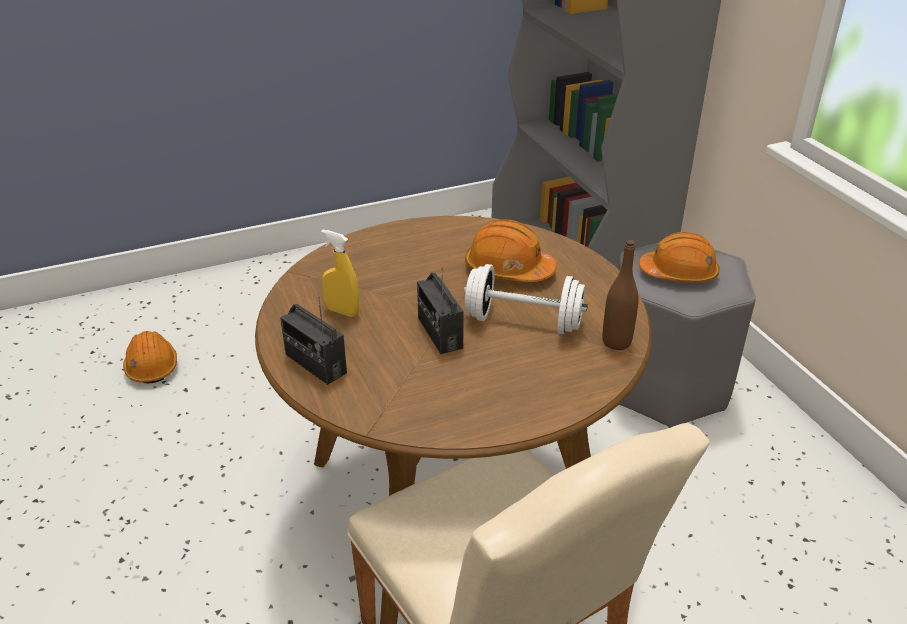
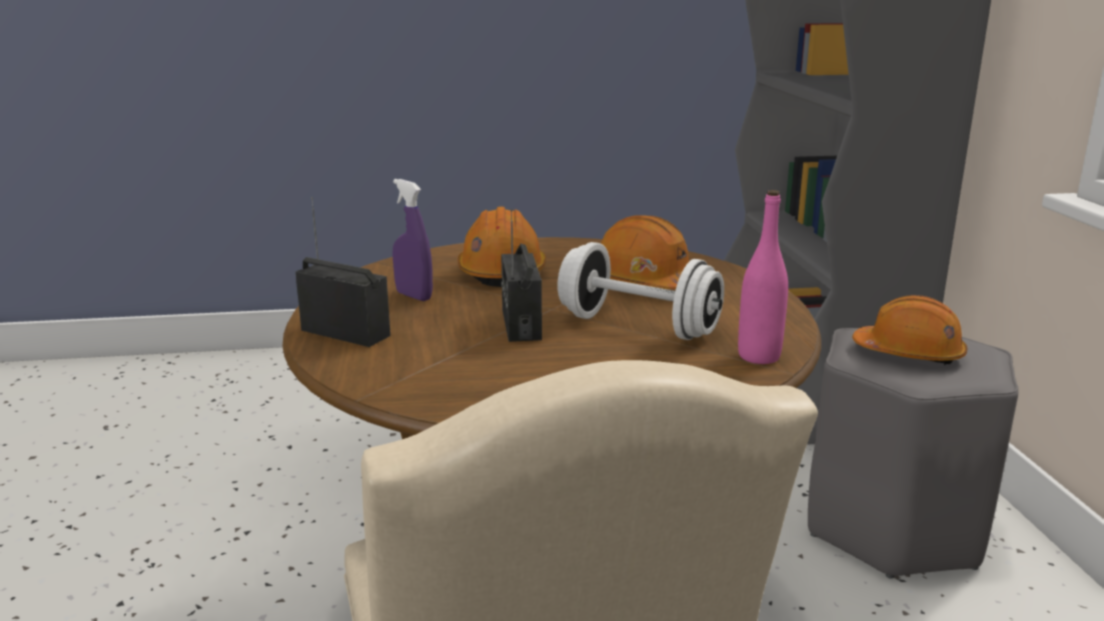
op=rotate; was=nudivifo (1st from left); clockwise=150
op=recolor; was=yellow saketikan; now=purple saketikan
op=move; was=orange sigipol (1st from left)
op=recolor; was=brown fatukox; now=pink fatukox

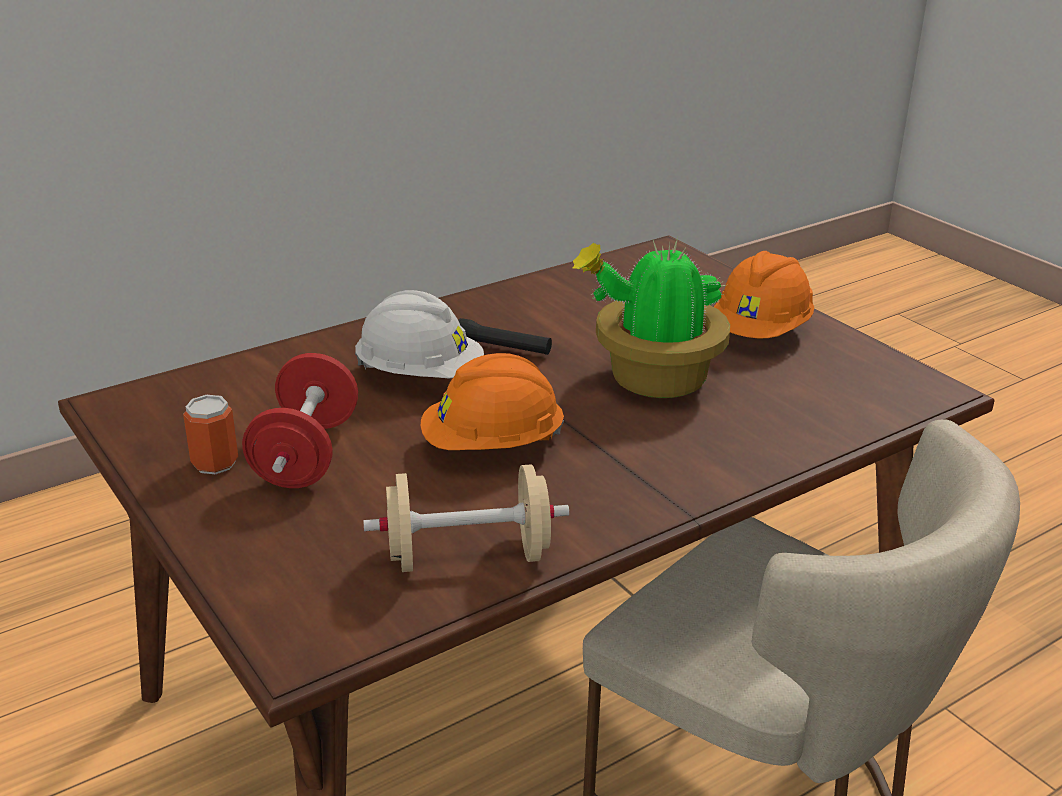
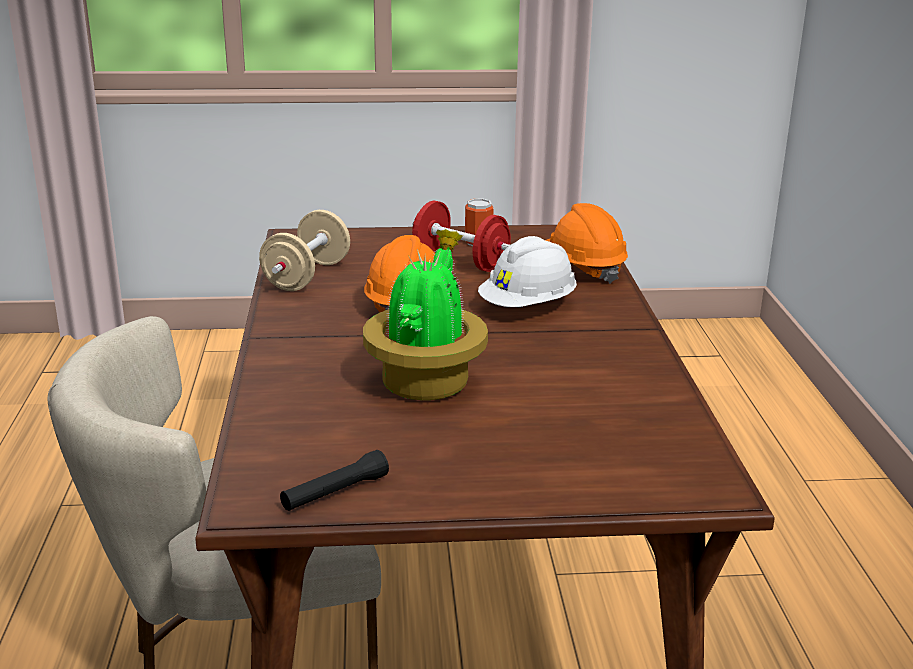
op=move; was=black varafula
op=move; was=orange sigipol (2nd from left)

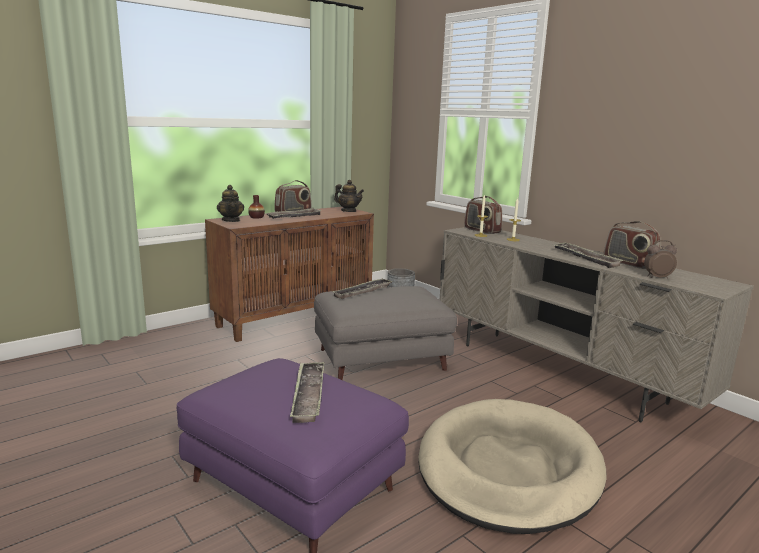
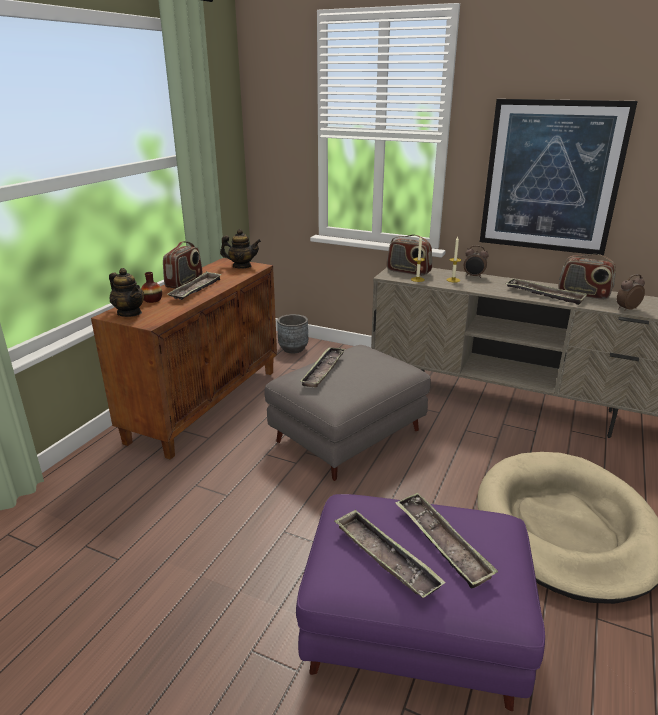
op=insert; now=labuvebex (3rd from left)
op=insert; now=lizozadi (1st from left)
op=insert; now=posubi

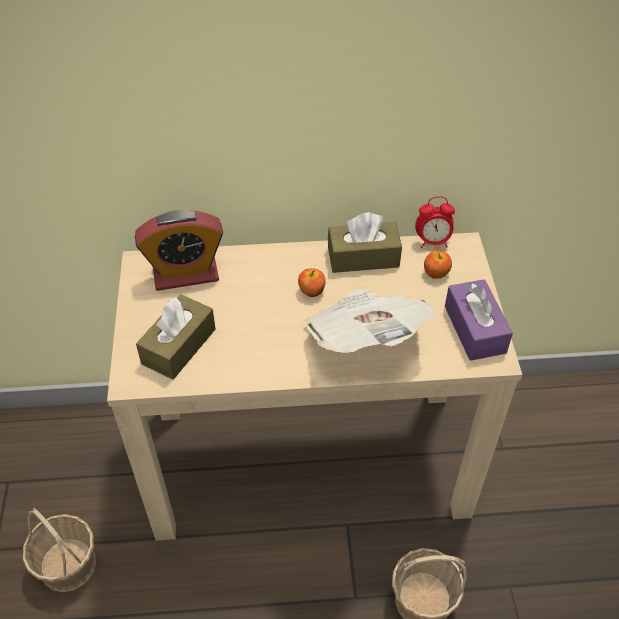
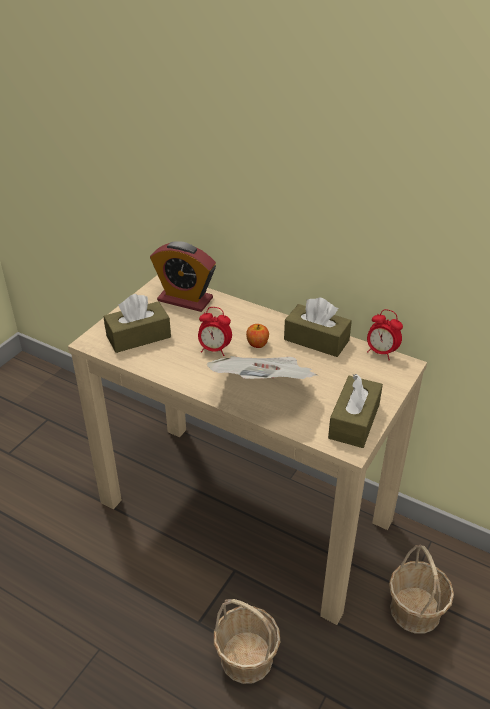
op=insert; now=lizozadi (2nd from left)
op=recolor; was=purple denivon; now=brown denivon (3rd from left)
op=move; was=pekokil (1st from left in the first image); now=pekokil (2nd from left)
op=delete; was=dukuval (2nd from left)

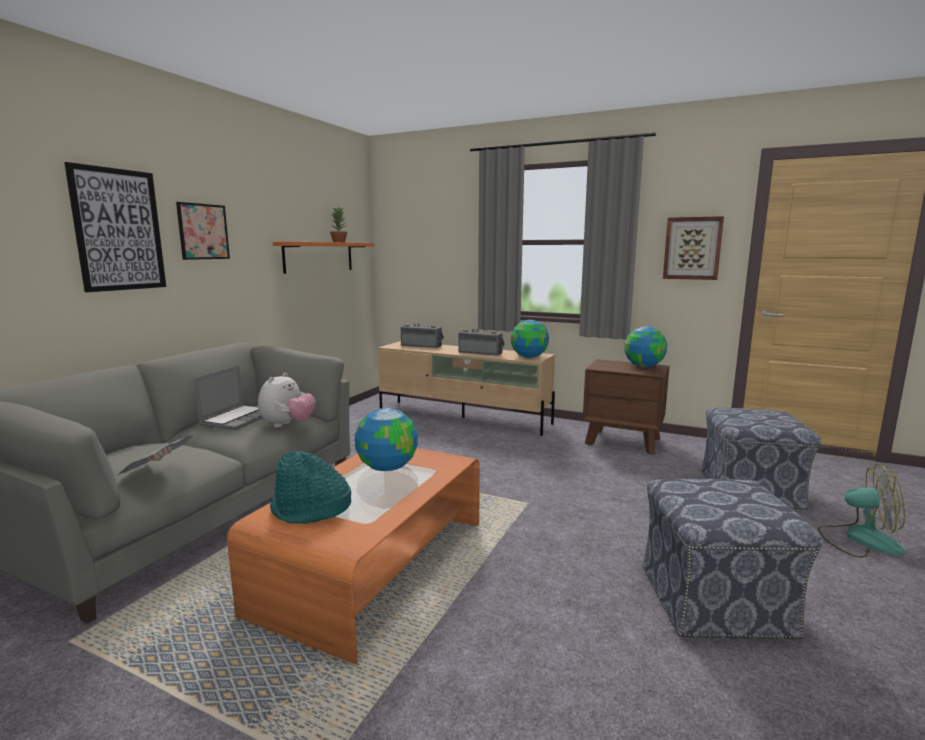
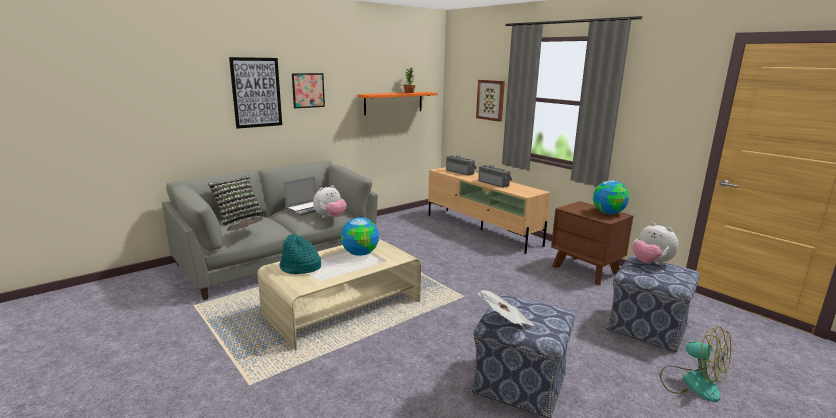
op=insert; now=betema
op=recolor; was=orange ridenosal; now=beige ridenosal
op=move; was=posubi (3rd from left)
op=insert; now=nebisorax (2nd from left)
op=insert; now=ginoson (2nd from left)
op=delete; was=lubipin (2nd from left)

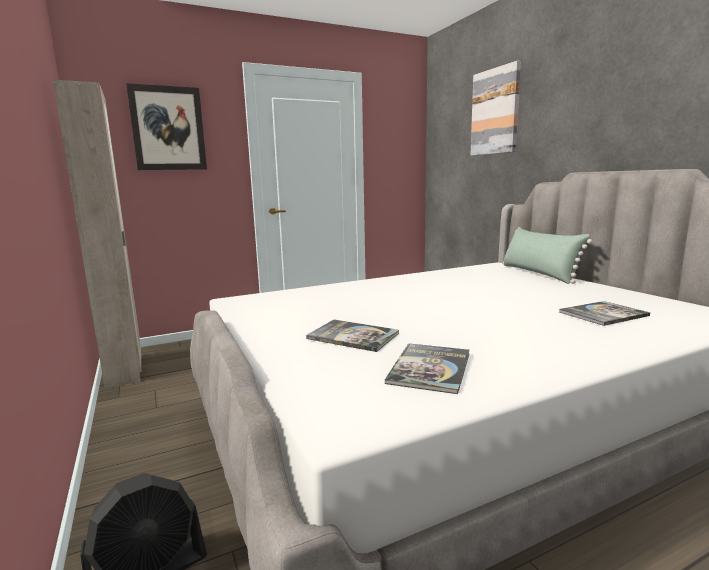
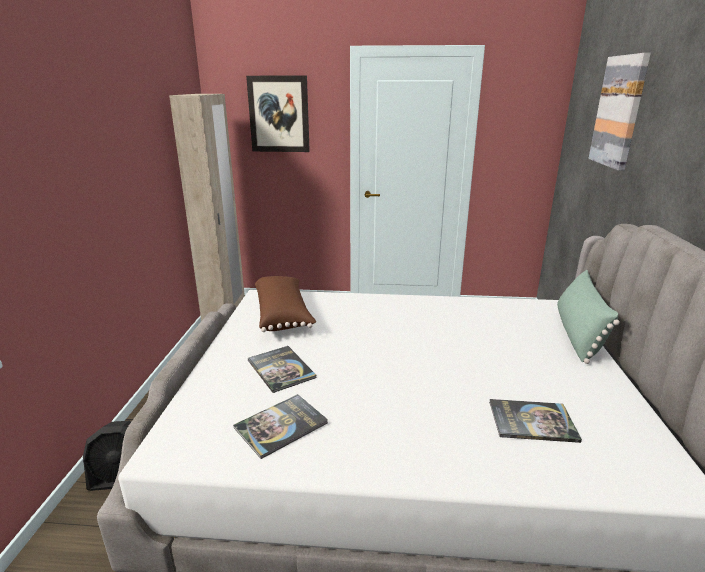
op=insert; now=brown betema

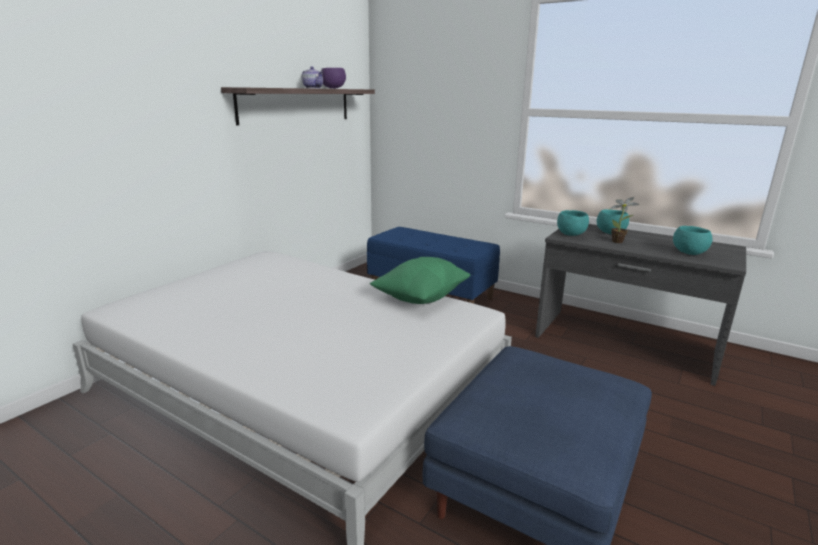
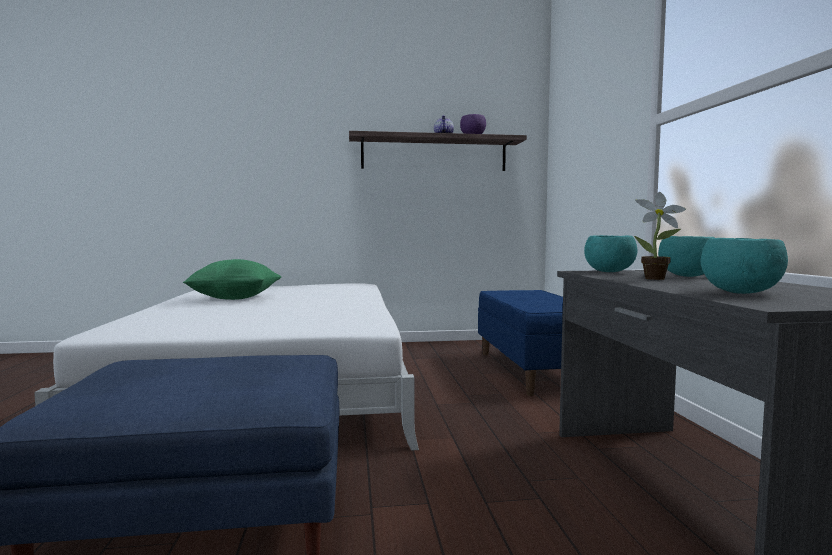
op=move; was=green betema

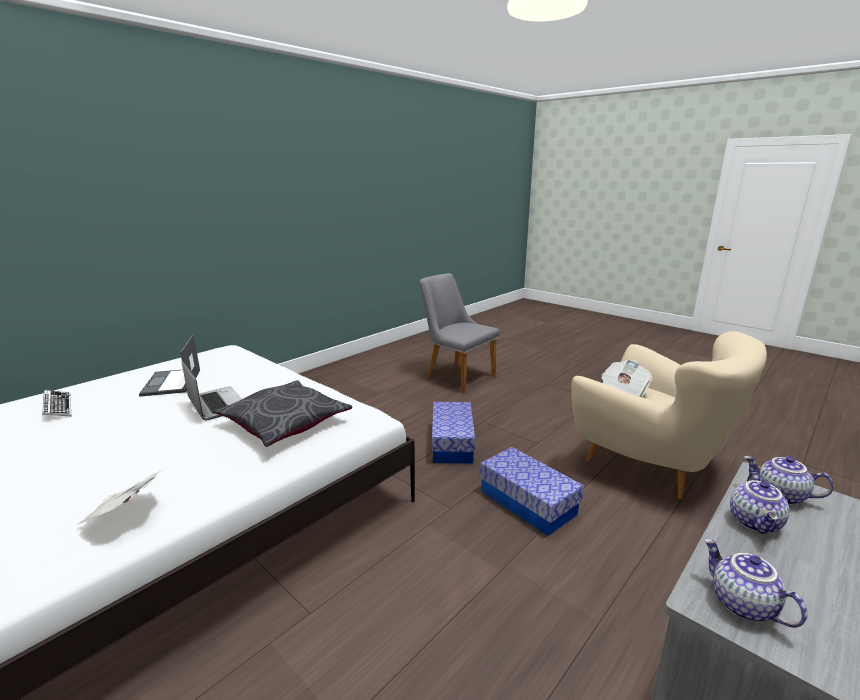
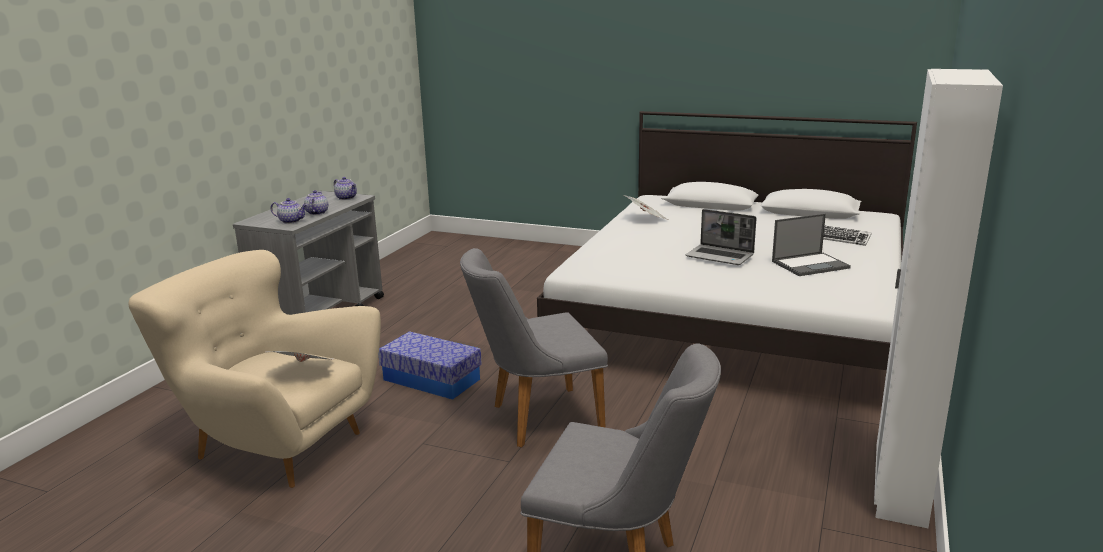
op=replace; was=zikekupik (1st from left); now=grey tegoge (1st from left)
op=rotate; was=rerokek (1st from left in the first image); clockwise=105
op=insert; now=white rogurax
op=delete; was=grey betema

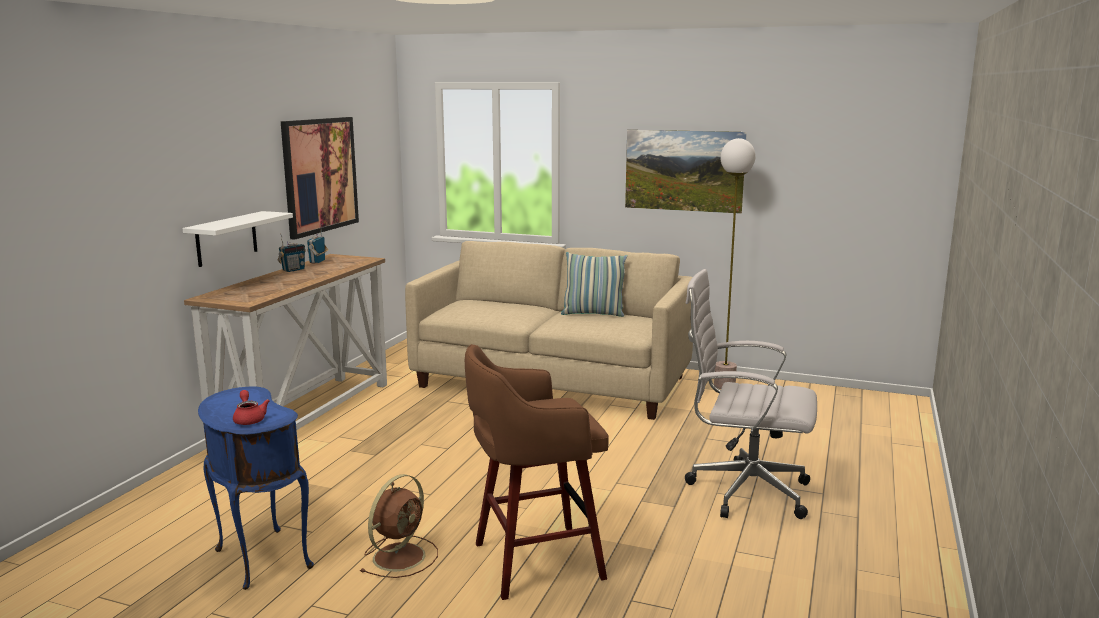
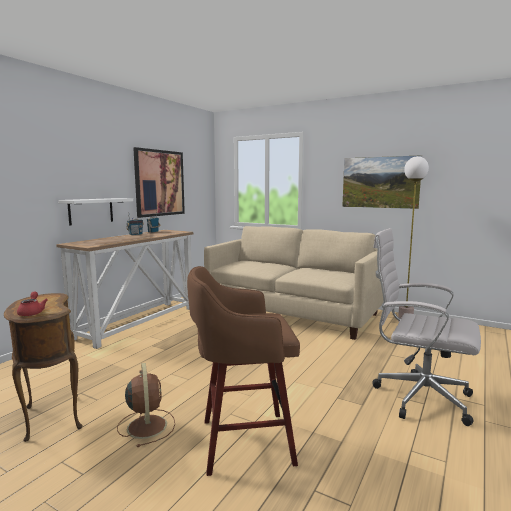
op=recolor; was=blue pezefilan; now=brown pezefilan
op=rotate; was=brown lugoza; clockwise=-60
op=delete; was=betema

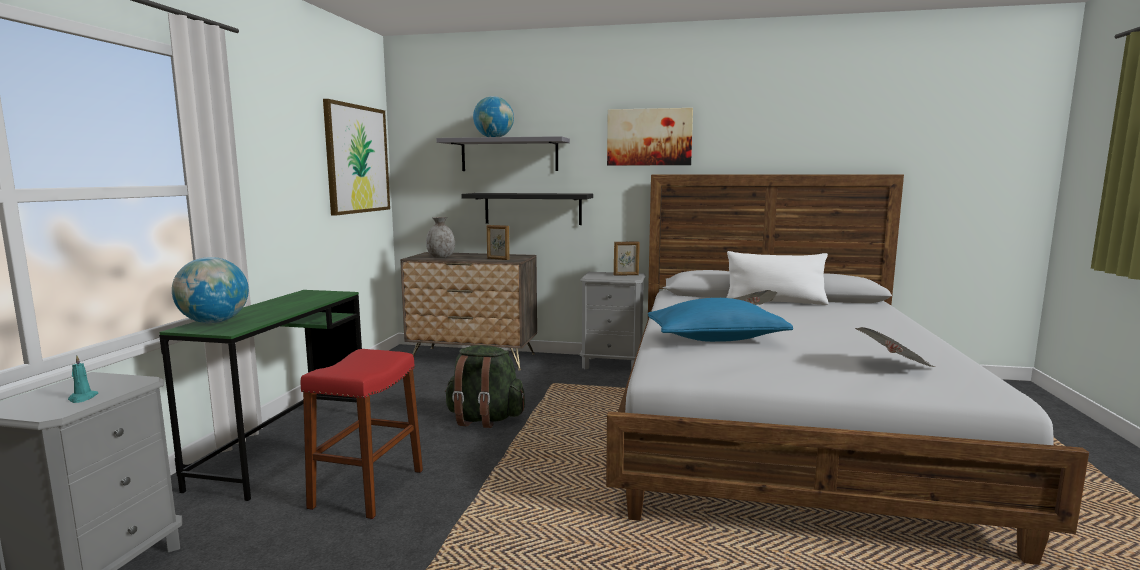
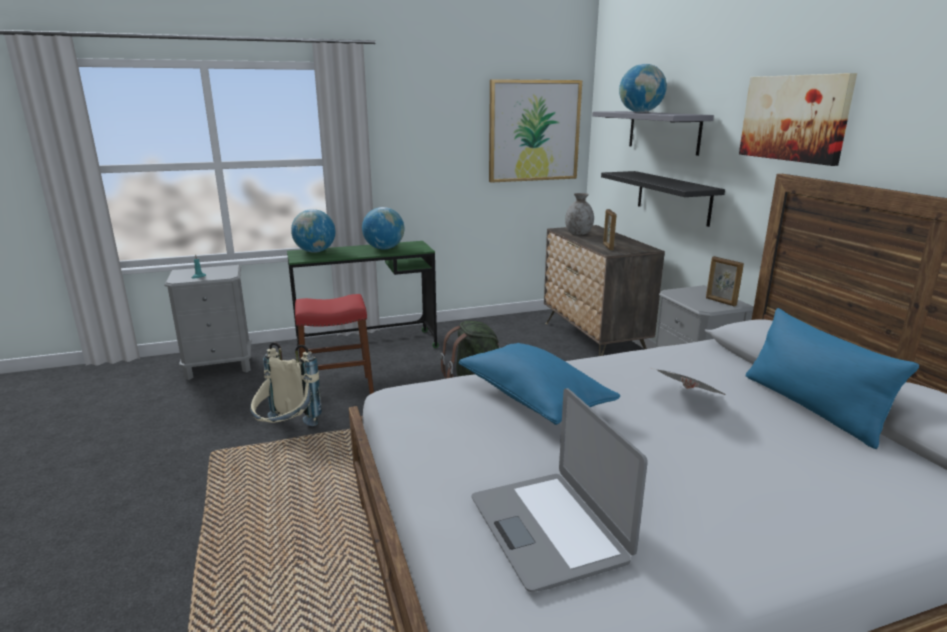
op=insert; now=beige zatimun
op=insert; now=lubipin (2nd from left)
op=replace; was=nebisorax (2nd from left); now=rerokek
op=recolor; was=white betema; now=blue betema (2nd from left)

